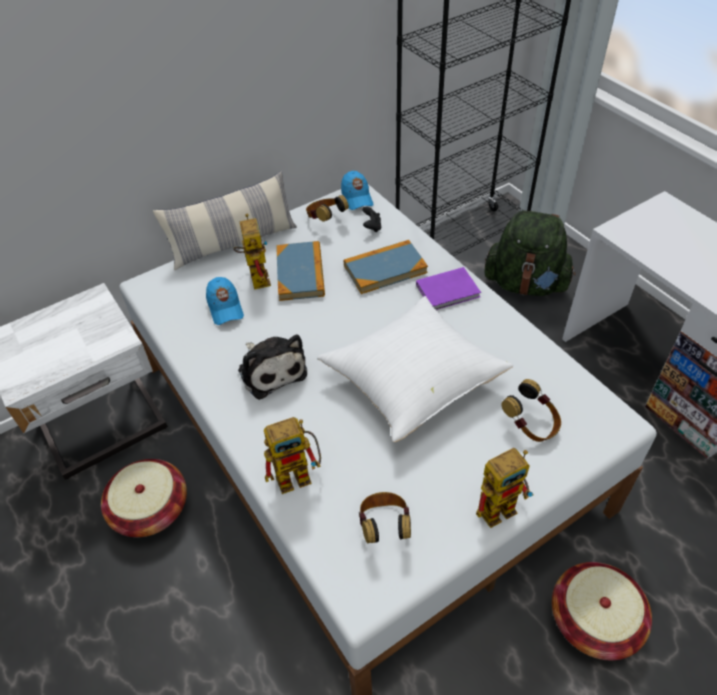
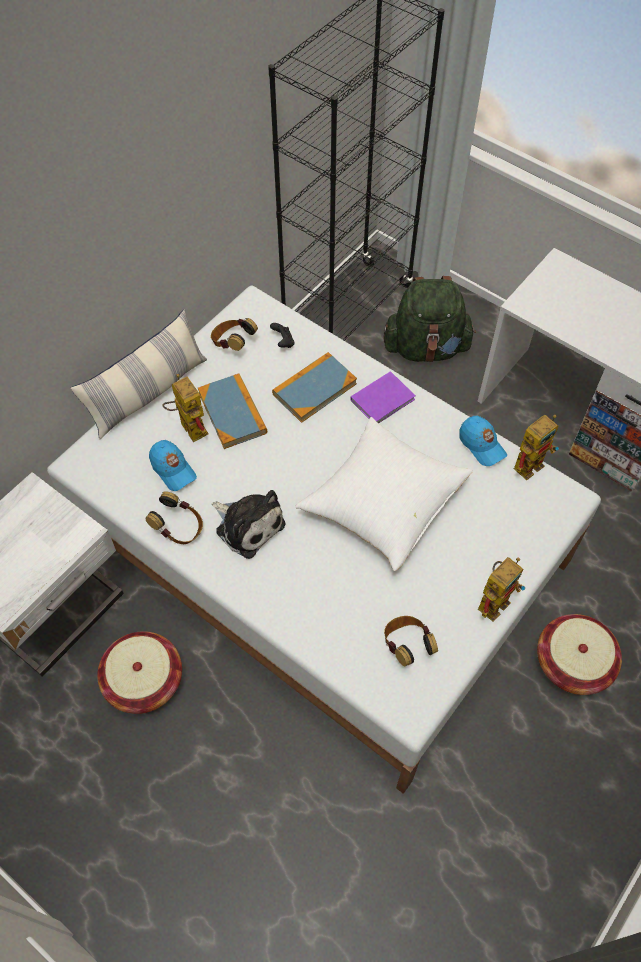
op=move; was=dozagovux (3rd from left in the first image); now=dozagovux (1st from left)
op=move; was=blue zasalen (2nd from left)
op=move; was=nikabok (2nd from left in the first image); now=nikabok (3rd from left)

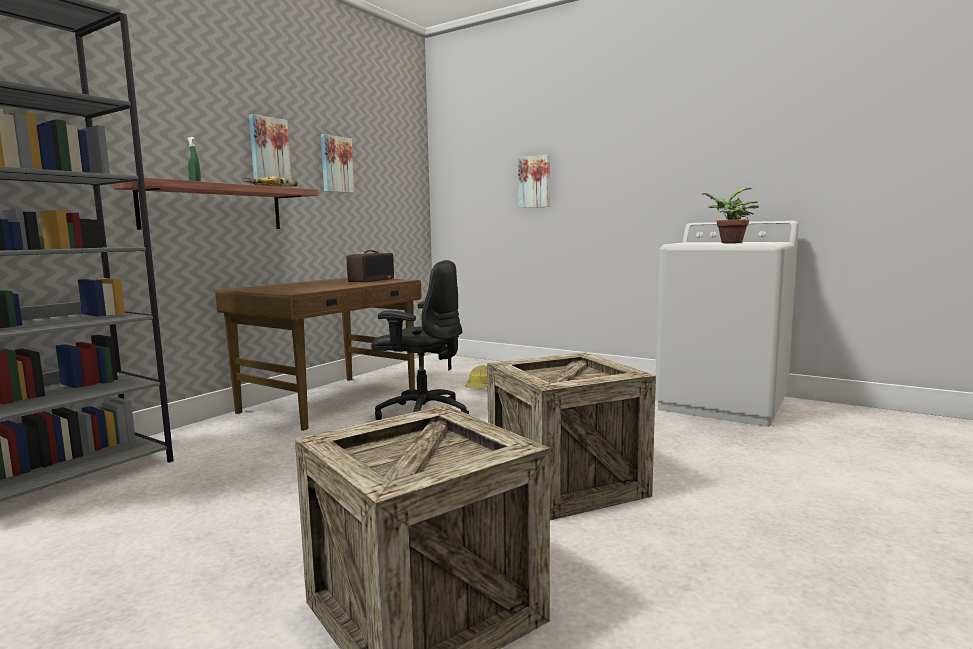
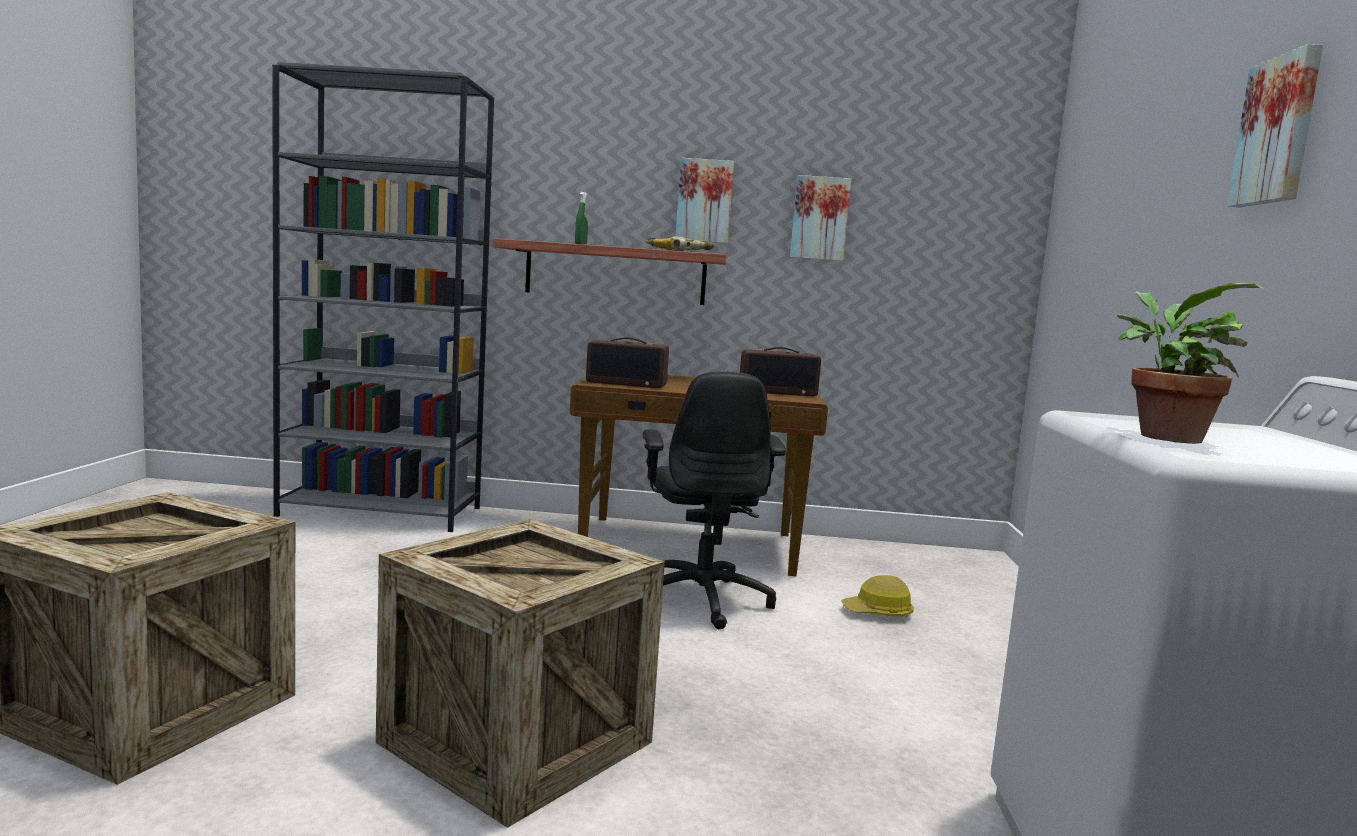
op=insert; now=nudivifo (1st from left)
op=move; was=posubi (3rd from left)

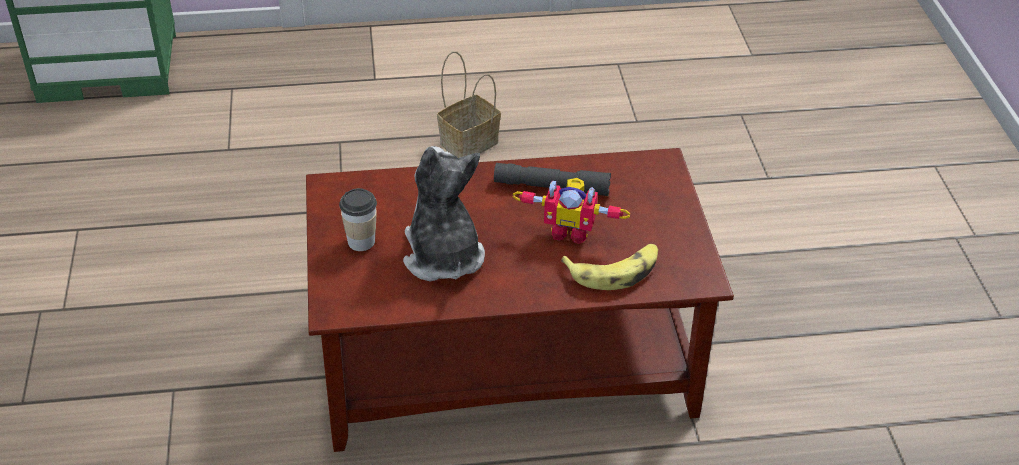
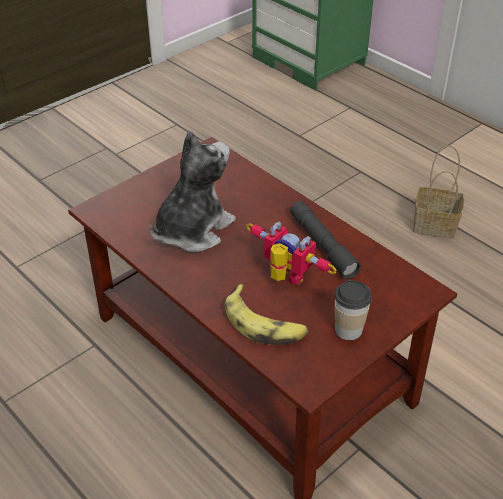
op=rotate; was=nikabok; clockwise=150
op=move; was=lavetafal

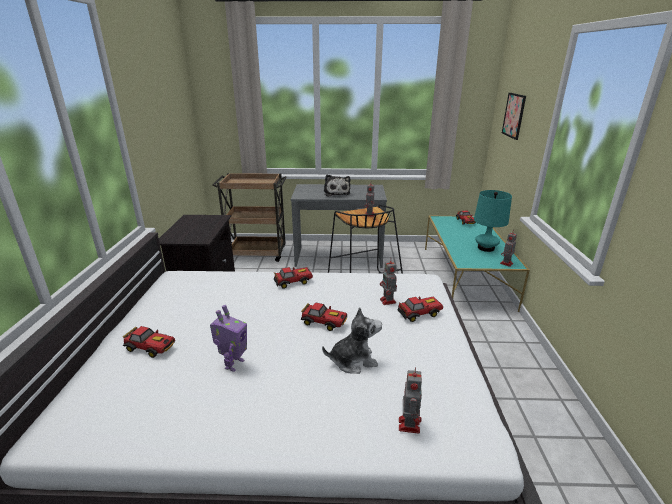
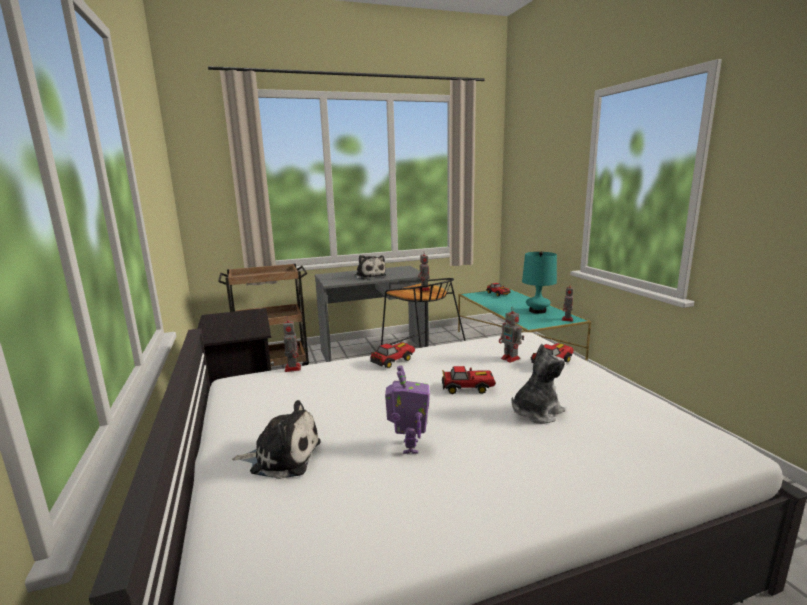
op=replace; was=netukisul (1st from left); now=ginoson (1st from left)
op=move; was=nikabok (4th from left in the first image); now=nikabok (1st from left)
op=delete; was=posubi

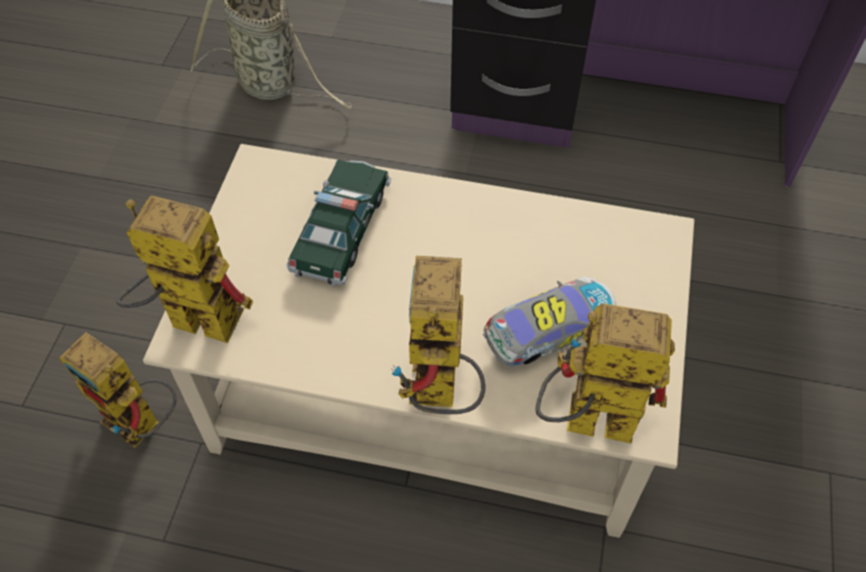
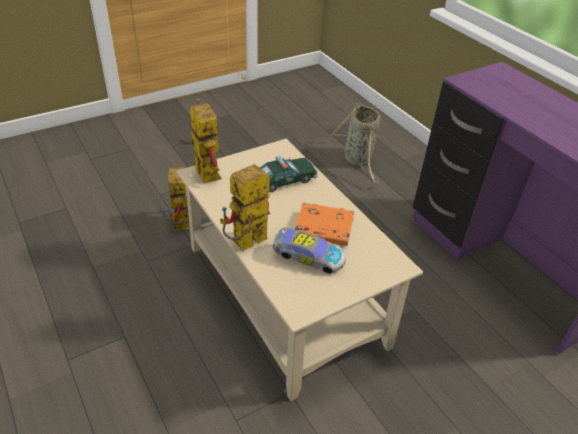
op=insert; now=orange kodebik
op=delete; was=nikabok (4th from left)

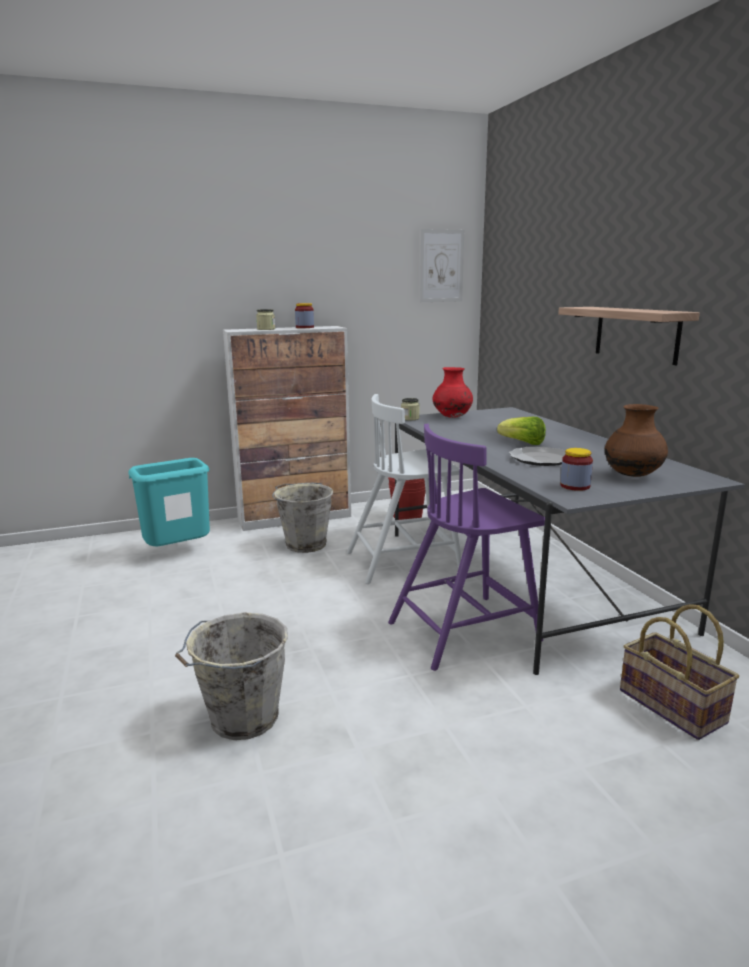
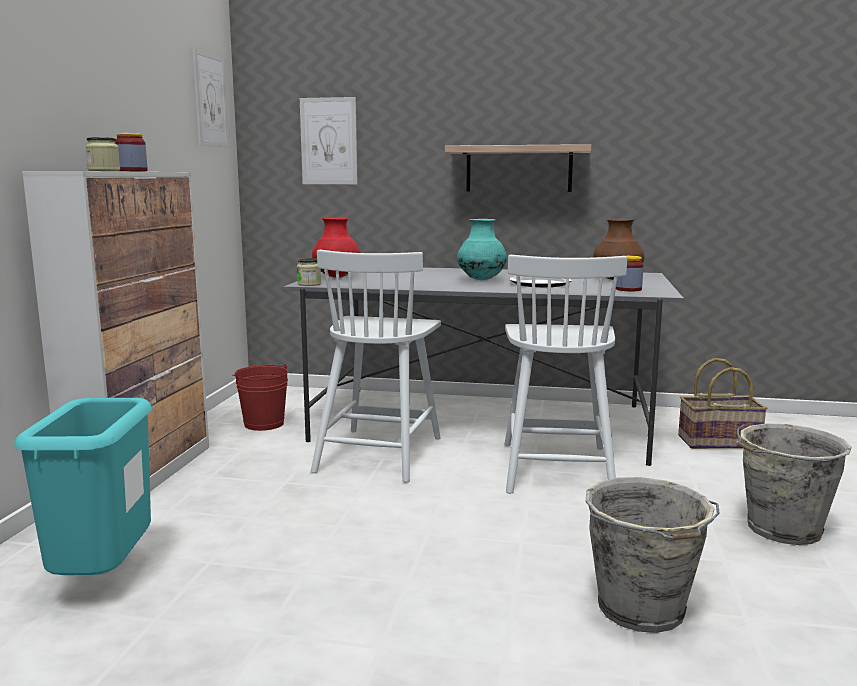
op=insert; now=posubi (2nd from left)
op=replace; was=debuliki; now=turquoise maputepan
op=recolor; was=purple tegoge; now=white tegoge (2nd from left)
op=move; was=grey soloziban (2nd from left)

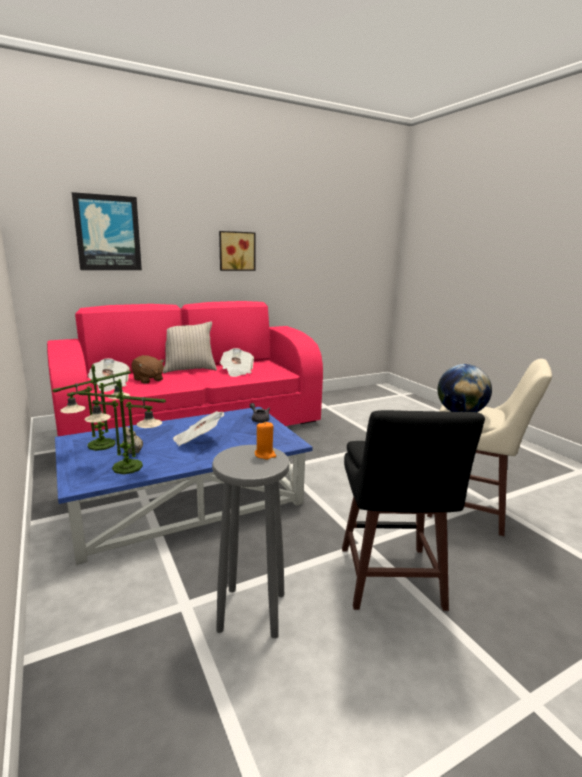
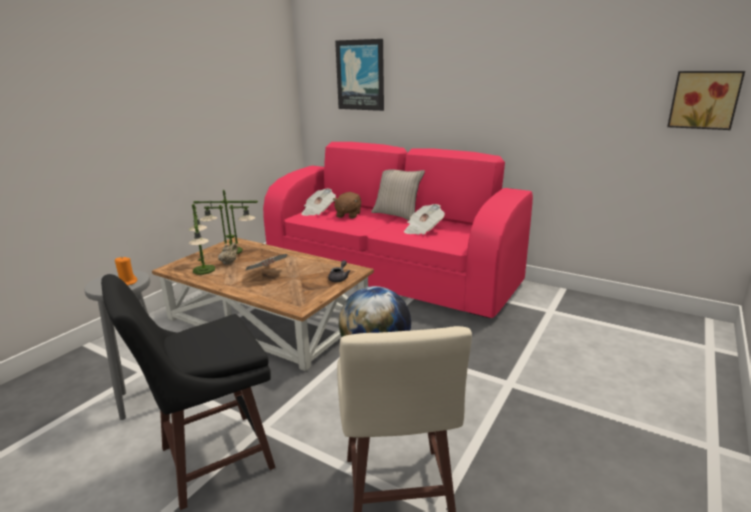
op=recolor; was=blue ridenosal; now=brown ridenosal
op=move; was=posubi (2nd from left)

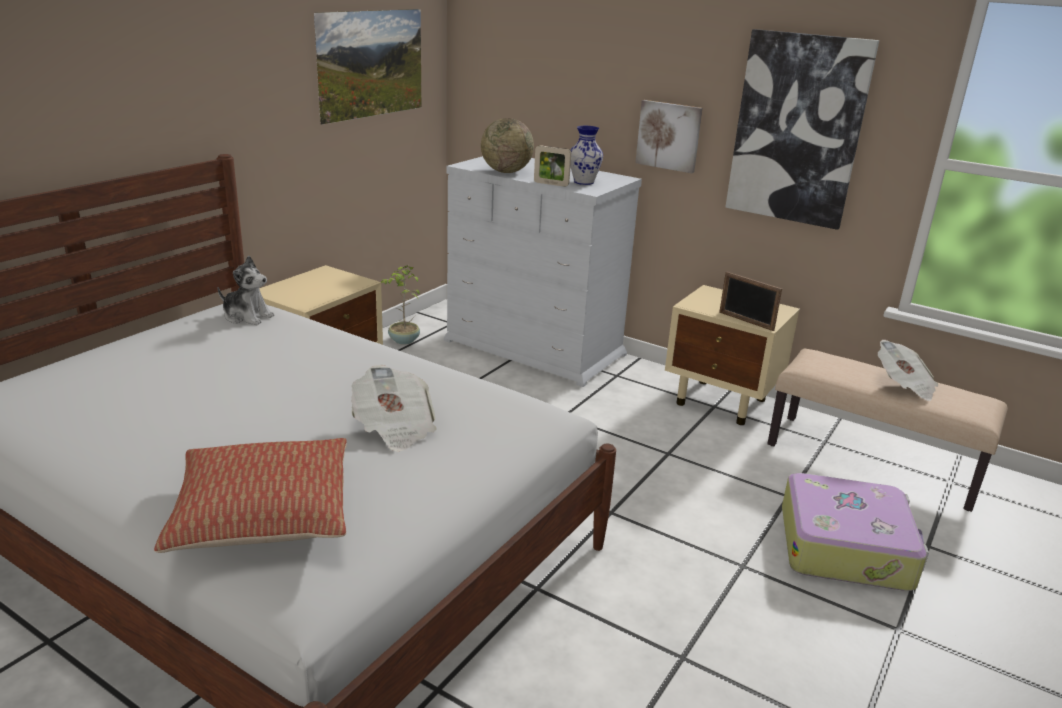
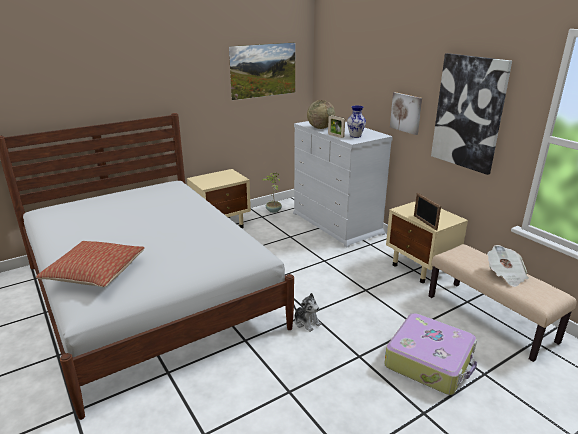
op=move; was=ginoson
op=delete; was=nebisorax (1st from left)

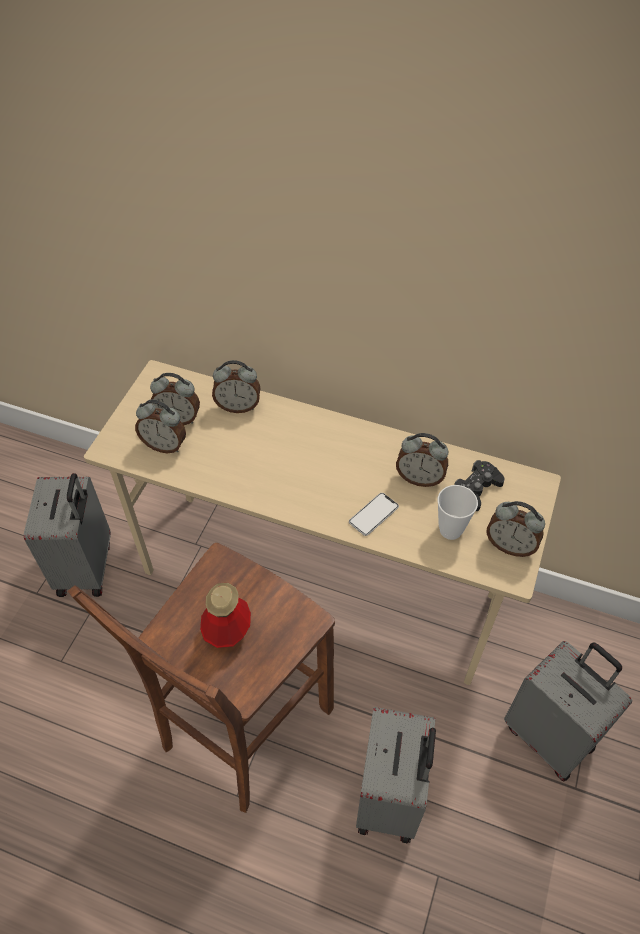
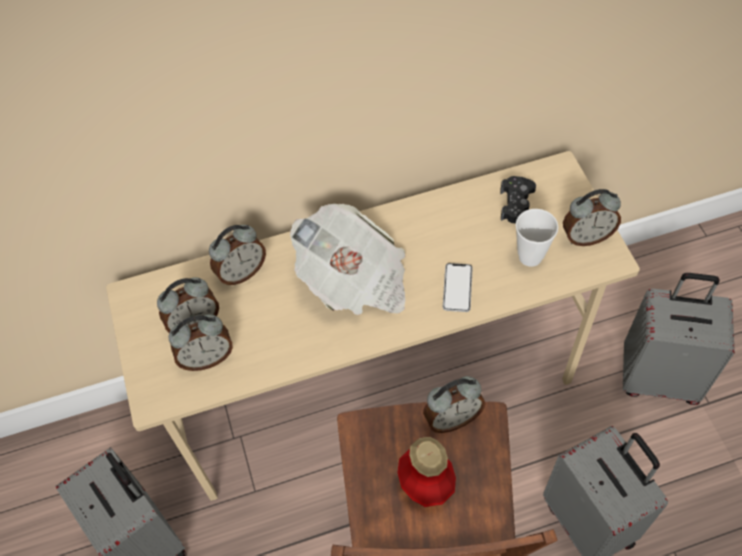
op=insert; now=nebisorax
op=move; was=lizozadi (4th from left)

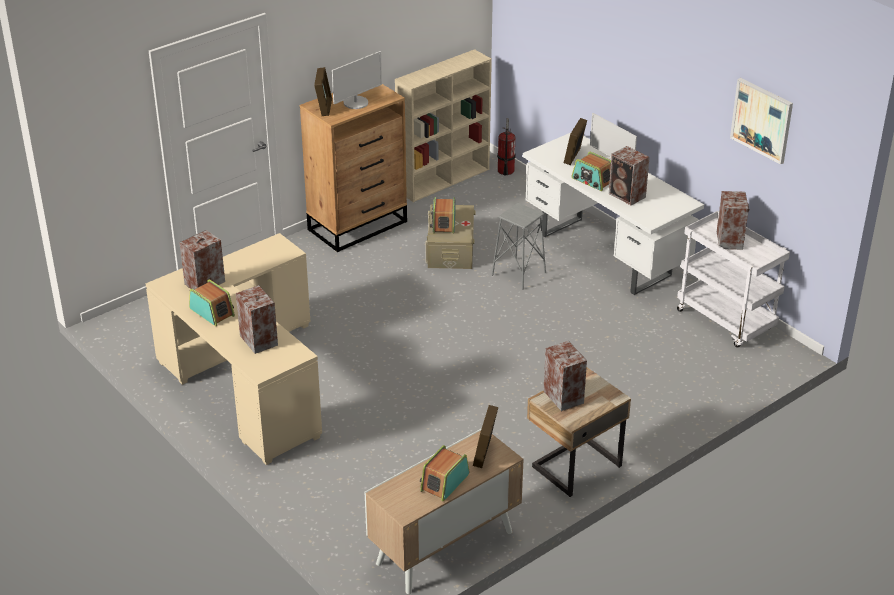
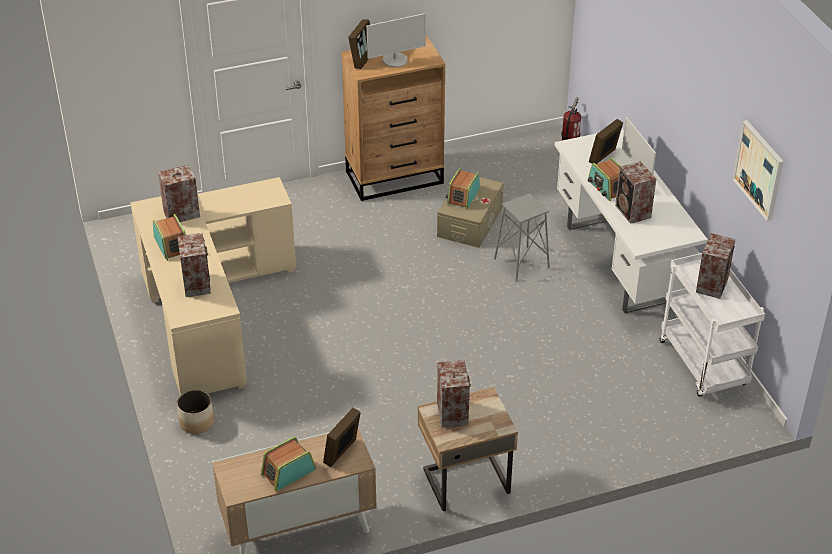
op=insert; now=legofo
op=delete; was=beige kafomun

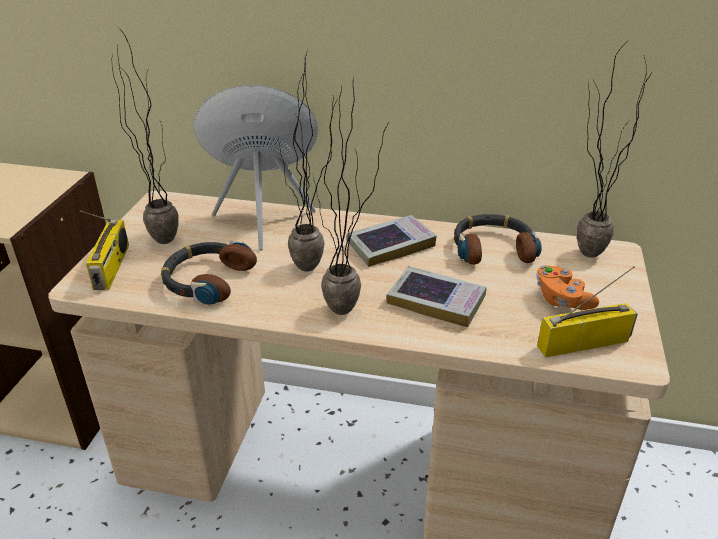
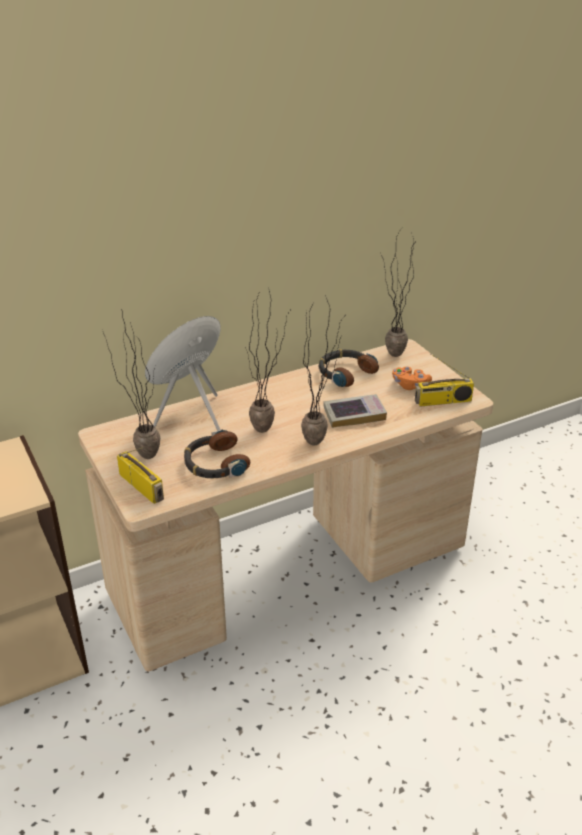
op=rotate; was=nudivifo (2nd from left); clockwise=-135
op=delete; was=kodebik (1st from left)

